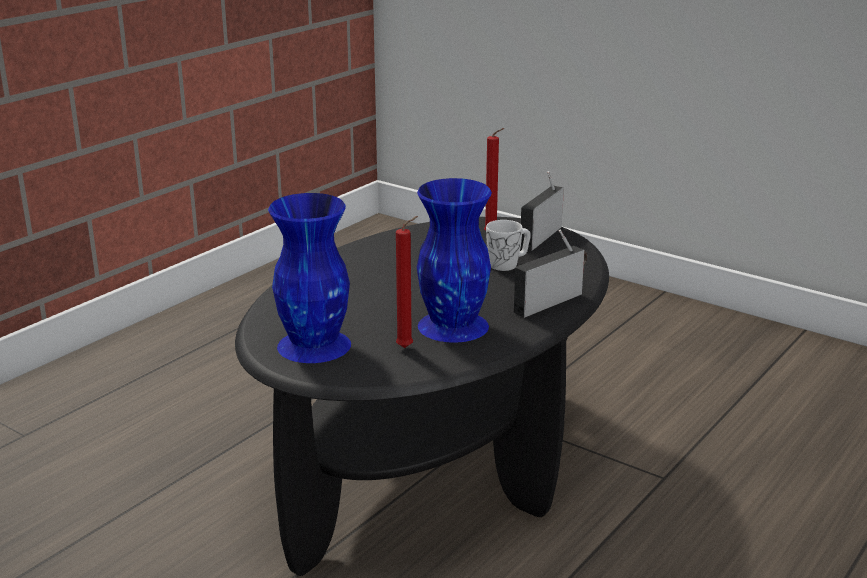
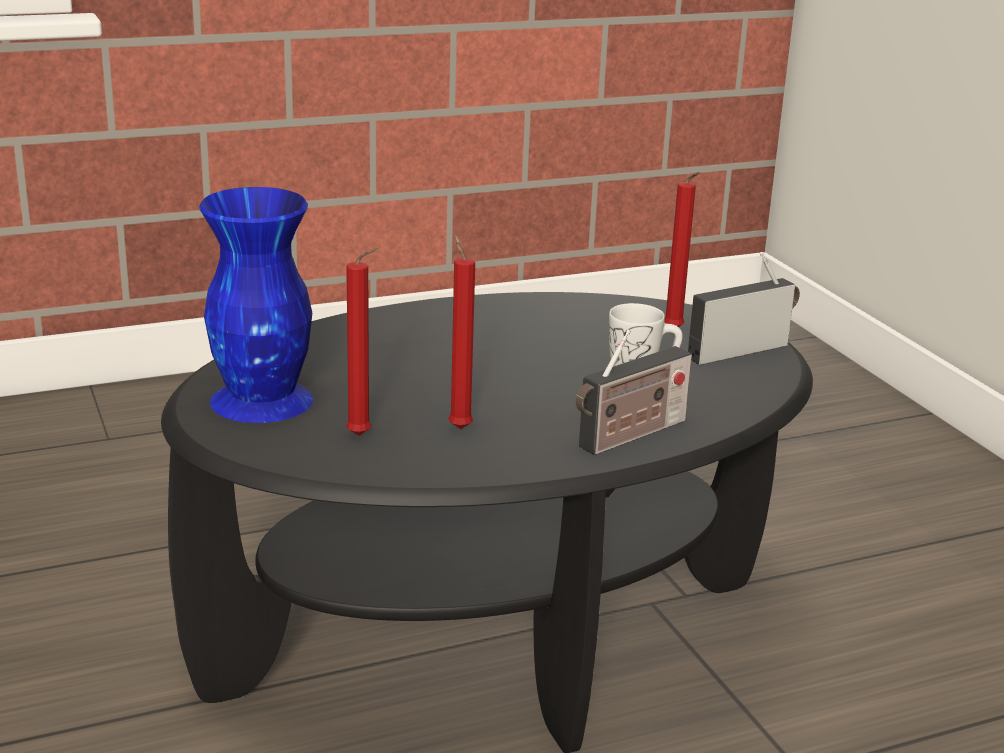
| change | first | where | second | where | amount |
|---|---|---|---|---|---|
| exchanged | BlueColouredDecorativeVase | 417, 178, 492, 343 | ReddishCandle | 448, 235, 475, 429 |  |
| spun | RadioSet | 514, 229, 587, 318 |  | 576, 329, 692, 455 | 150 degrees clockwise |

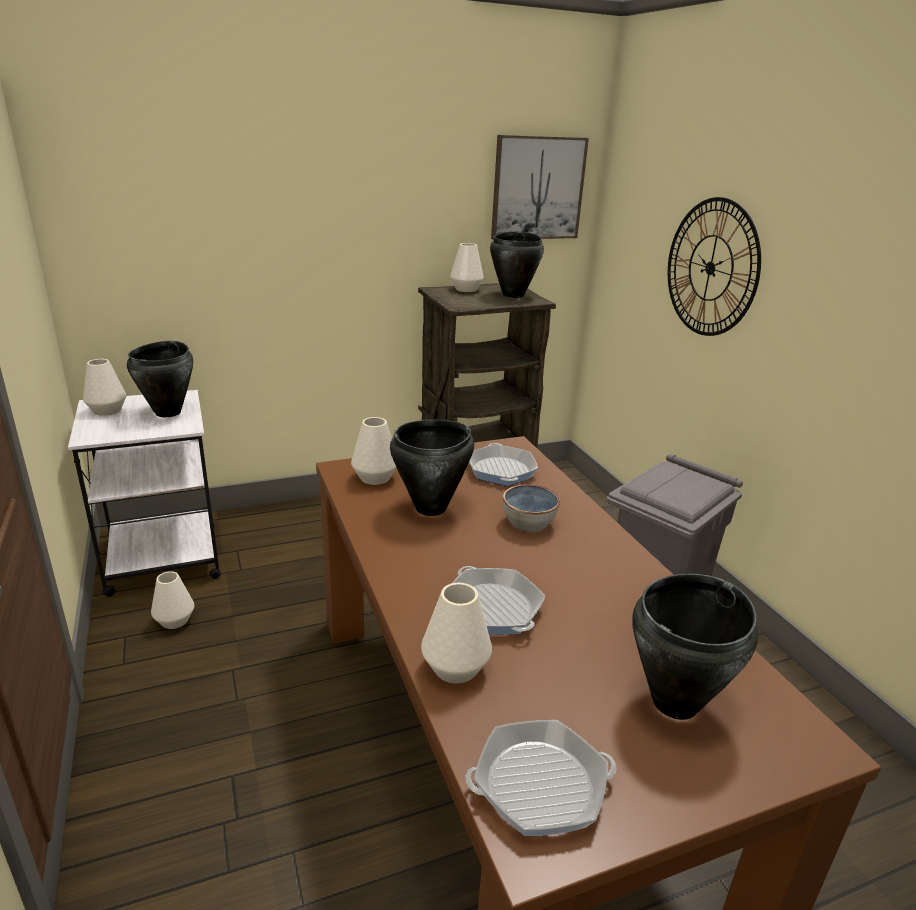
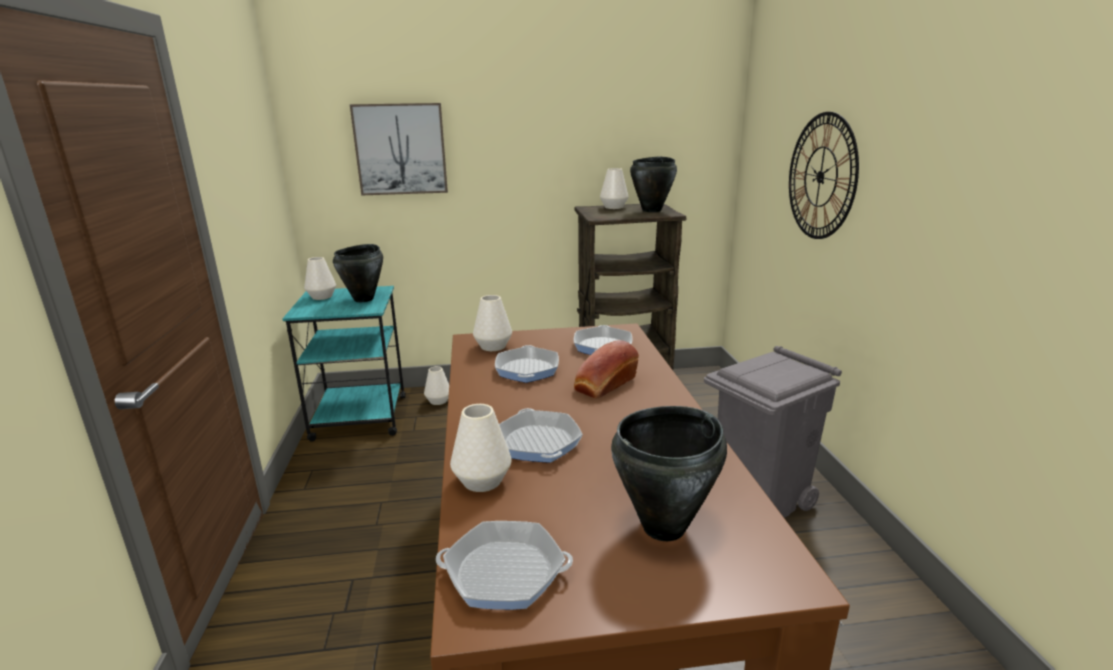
| change | first | where | second | where | amount |
|---|---|---|---|---|---|
| colour | WhiteCart | 68, 390, 221, 597 | TurquoiseCart | 282, 286, 406, 442 |  |
| relocated | WallArt | 491, 135, 589, 240 |  | 350, 103, 448, 195 |  |
| relocated | WhiteDecorativeVase | 151, 571, 194, 629 |  | 424, 366, 449, 405 |  |
| exchanged | BlackCookingPot | 390, 420, 474, 516 | Pan | 495, 345, 559, 383 |  |
| exchanged | ServingBowl | 503, 485, 560, 532 | BakedBread | 574, 340, 639, 398 |  |

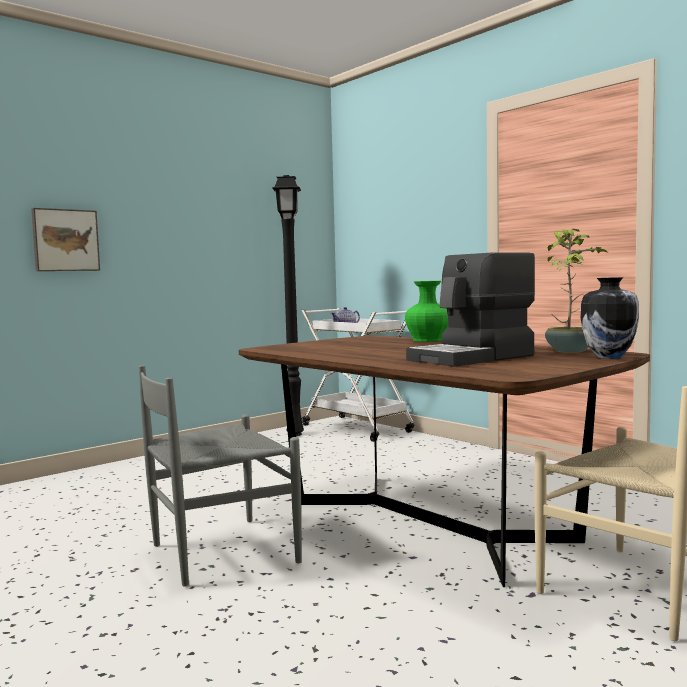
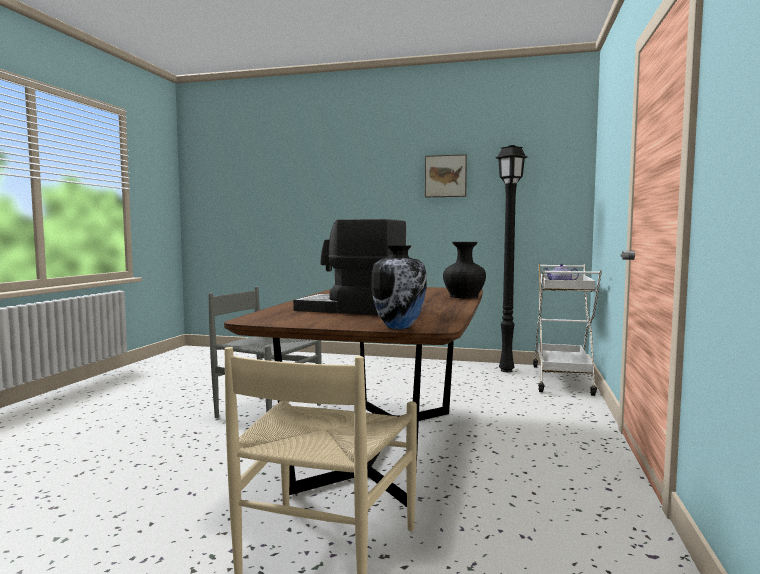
| change | first | where | second | where | amount |
|---|---|---|---|---|---|
| relocated | WallArt | 31, 208, 100, 271 |  | 425, 154, 467, 197 |  |
| colour | GreenColouredDecorativeVase | 405, 281, 448, 342 | BlackDecorativeVase | 443, 242, 486, 298 |  |
| missing | PottedPlant | 545, 229, 607, 353 |  |  |  |

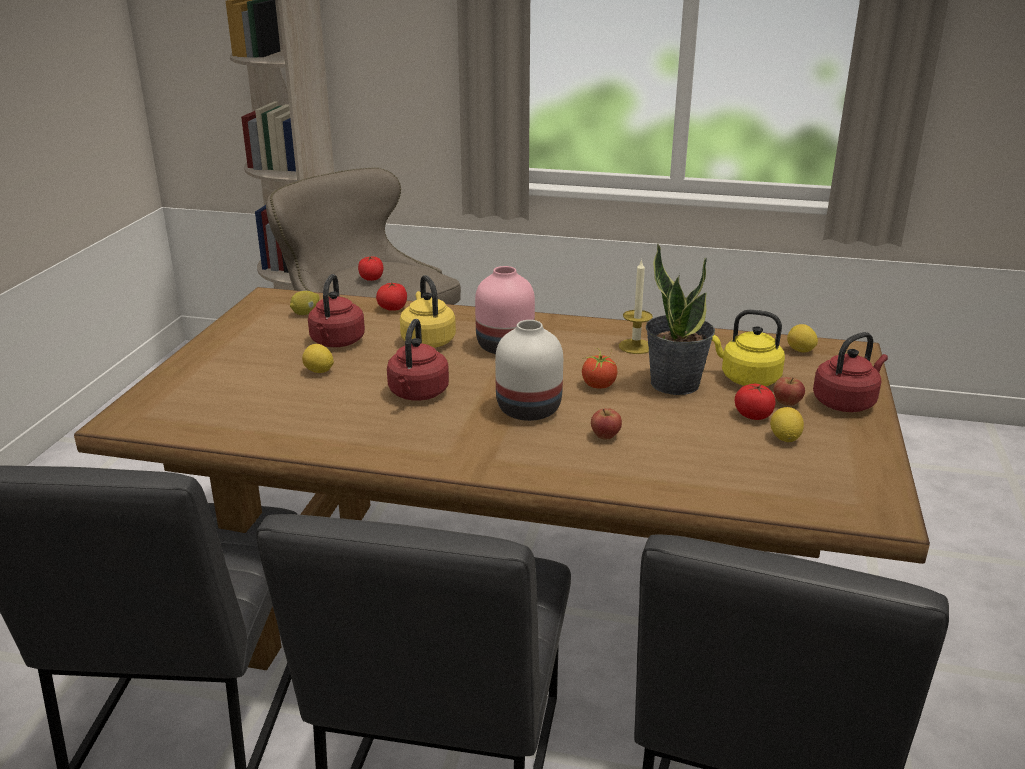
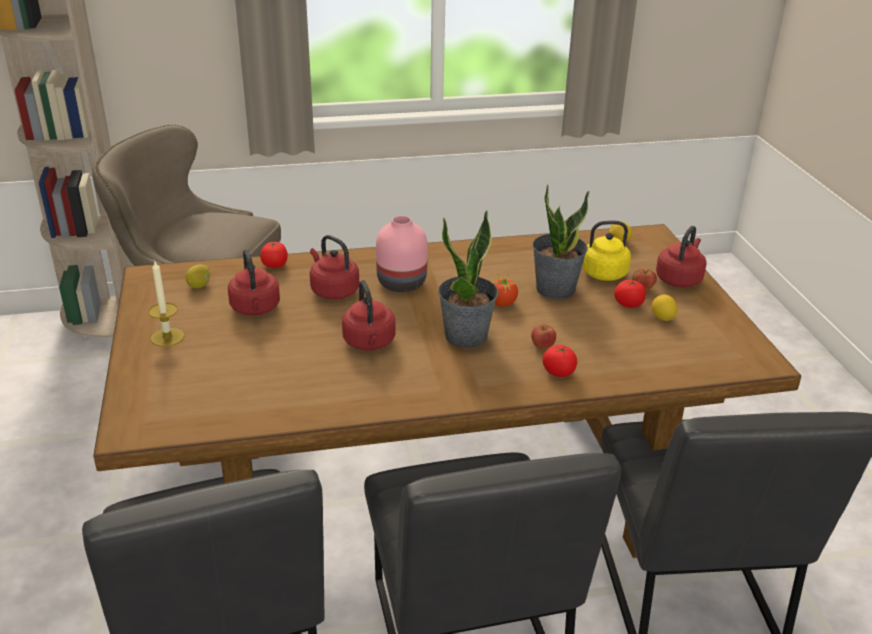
| change | first | where | second | where | amount |
|---|---|---|---|---|---|
| relocated | Candle | 619, 259, 653, 354 |  | 148, 261, 185, 347 |  |
| colour | YellowKettle | 400, 275, 456, 348 | ReddishKettle | 310, 235, 359, 300 |  |
| exchanged | WhiteDecorativeVase | 495, 320, 563, 421 | PottedPlant | 438, 210, 498, 348 |  |
| relocated | Tomato | 358, 256, 383, 281 |  | 542, 345, 577, 377 |  |
| missing | Lemon | 302, 344, 334, 373 |  |  |  |

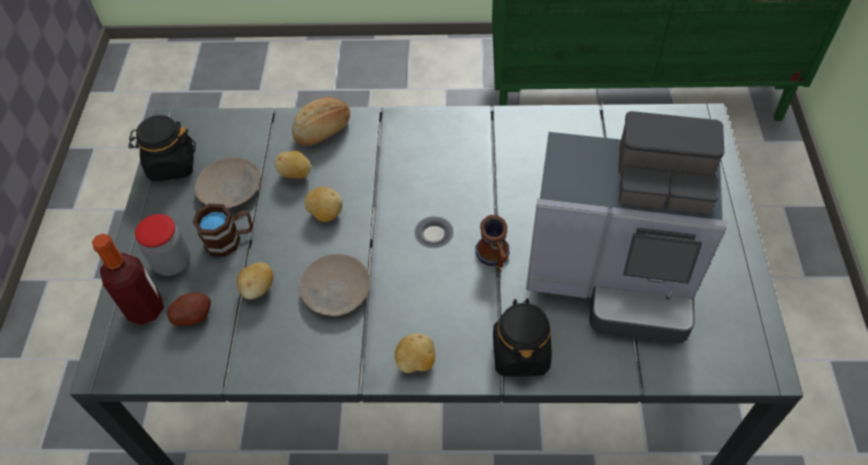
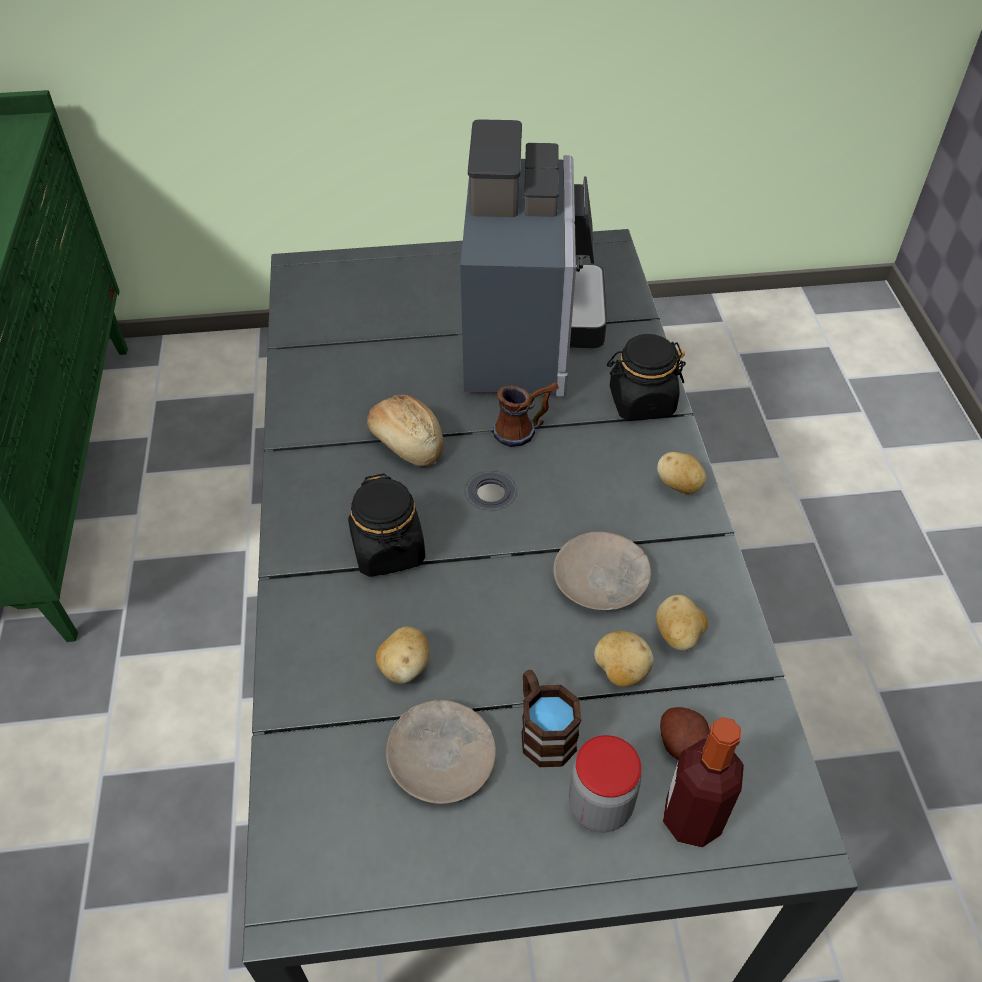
| change | first | where | second | where | amount |
|---|---|---|---|---|---|
| relocated | BlackPreserveJar | 128, 115, 196, 181 |  | 348, 473, 425, 577 |  |
| relocated | BakedBread | 292, 97, 350, 146 |  | 367, 395, 443, 466 |  |
| relocated | WholePotato | 304, 187, 343, 222 |  | 656, 595, 708, 651 |  |

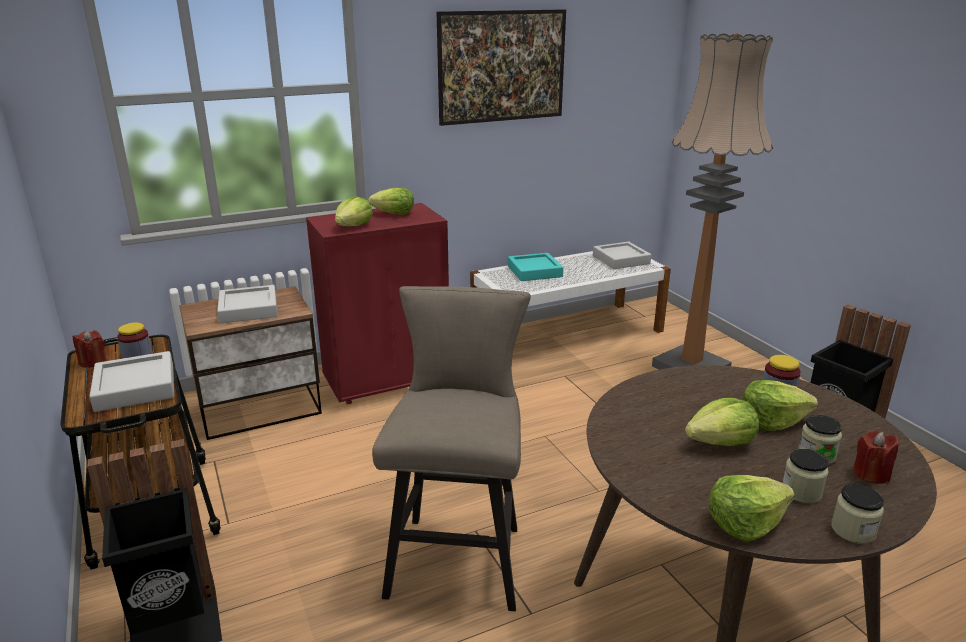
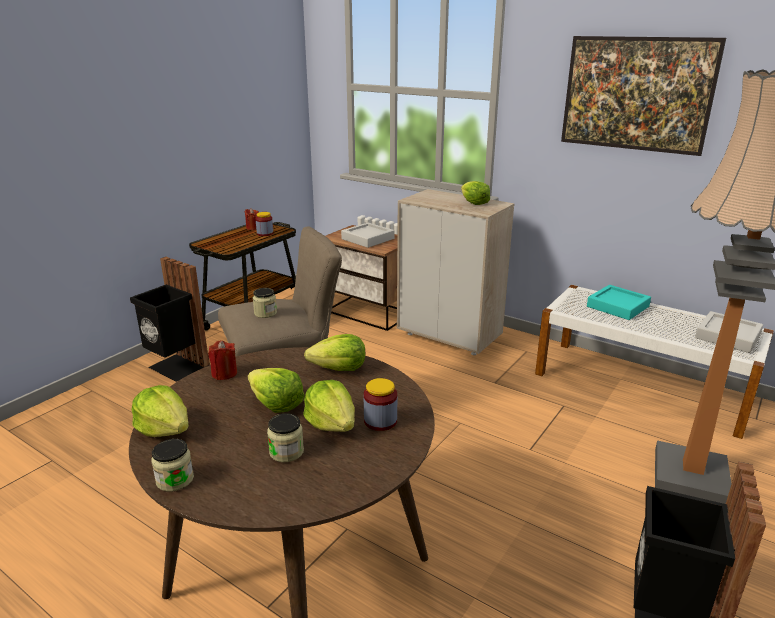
| change | first | where | second | where | amount |
|---|---|---|---|---|---|
| relocated | ReddishCandle | 853, 430, 899, 484 |  | 208, 341, 237, 380 |  |
| relocated | PreserveJar | 782, 449, 829, 504 |  | 253, 288, 277, 318 |  |
| relocated | LettuceHead | 335, 197, 373, 226 |  | 304, 334, 365, 371 |  |
| colour | ReddishStorageCabinet | 306, 203, 449, 404 | BeigeColouredStorageCabinet | 397, 189, 515, 355 |  |
| missing | GreyishTray | 90, 351, 174, 412 |  |  |  |

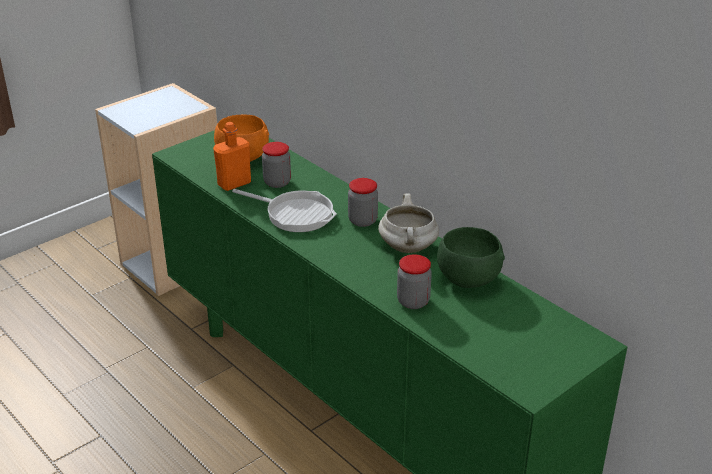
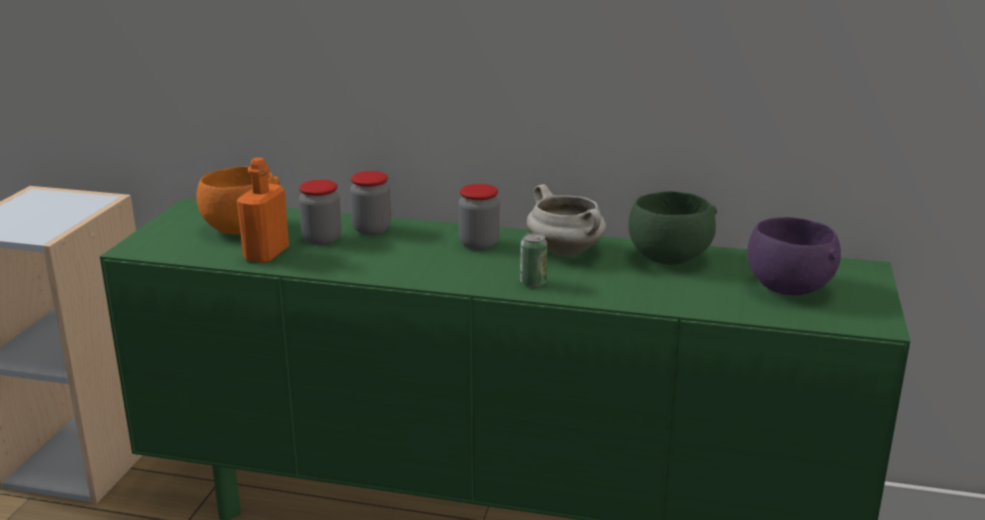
| change | first | where | second | where | amount |
|---|---|---|---|---|---|
| relocated | PreserveJar | 397, 254, 432, 309 |  | 350, 171, 391, 235 |  |
| appeared |  |  | MetalCan | 520, 233, 547, 287 |  |
| appeared |  |  | PurplishServingBowl | 747, 217, 841, 295 |  |
| missing | Pan | 232, 189, 337, 232 |  |  |  |

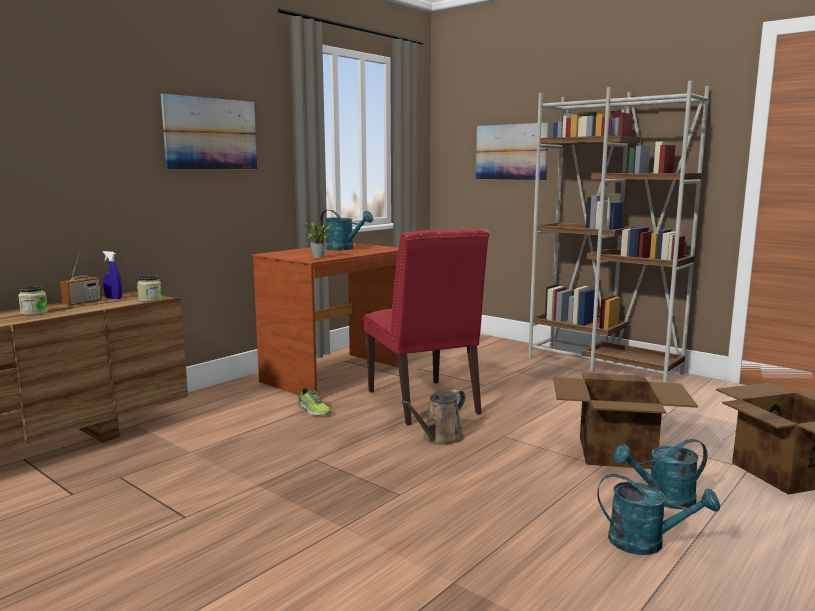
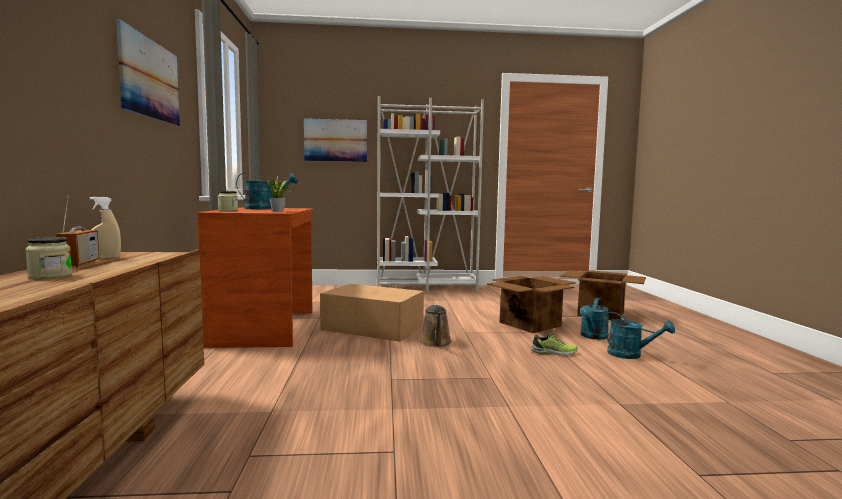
| change | first | where | second | where | amount |
|---|---|---|---|---|---|
| colour | BlueColouredSprayBottle | 102, 251, 122, 299 | BeigeColouredSprayBottle | 90, 197, 121, 259 |  |
| relocated | PreserveJar | 137, 275, 162, 302 |  | 218, 191, 238, 211 |  |
| exchanged | ReddishPlainChair | 364, 228, 490, 426 | Carton | 320, 284, 424, 342 |  |
| colour | BrownBookshelf | 528, 80, 710, 383 | WhiteBookshelf | 377, 96, 484, 292 |  |
| relocated | Shoe | 298, 388, 332, 416 |  | 531, 333, 578, 356 |  |
| spun | TurquoiseWateringCan | 597, 474, 720, 555 |  | 601, 312, 675, 359 | 60 degrees clockwise |

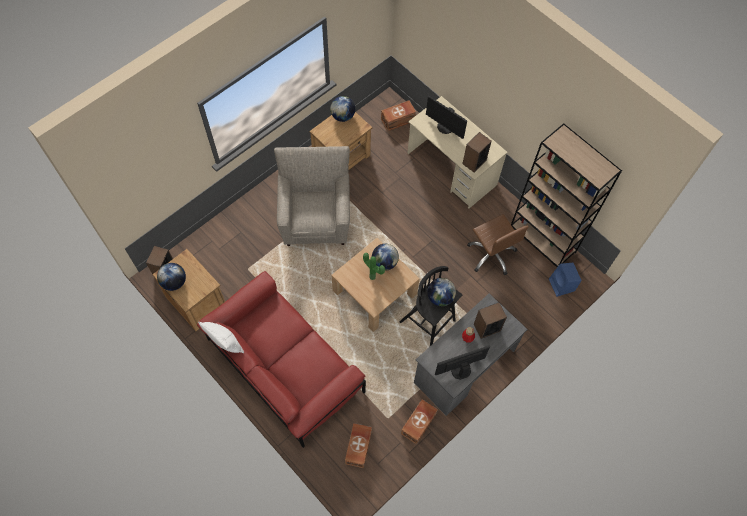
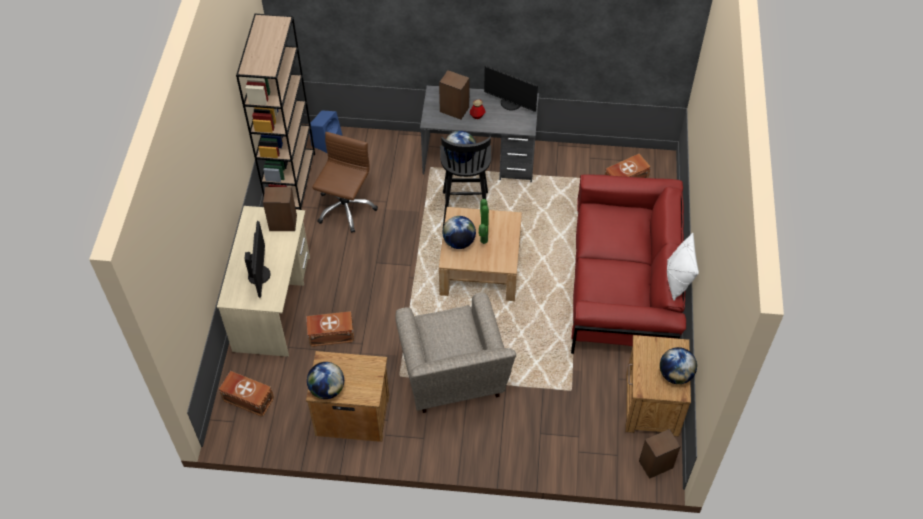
| change | first | where | second | where | amount |
|---|---|---|---|---|---|
| relocated | BrownStorageBox | 401, 399, 438, 444 |  | 306, 311, 354, 347 |  |
| spun | BeigeColouredArmchair | 274, 146, 350, 246 |  | 395, 292, 516, 413 | 60 degrees counterclockwise |

